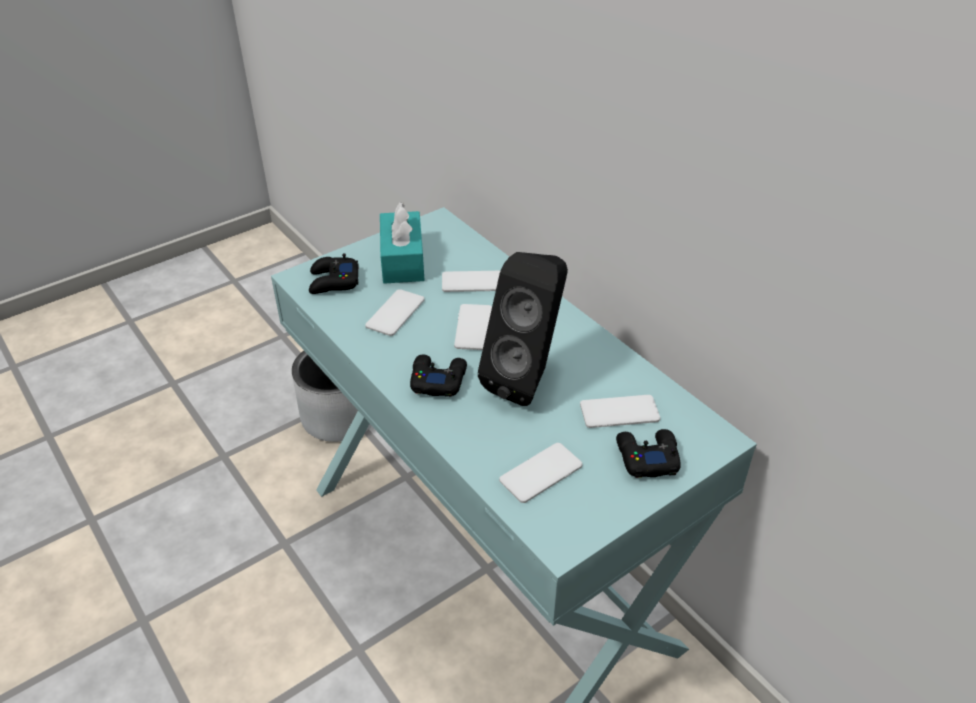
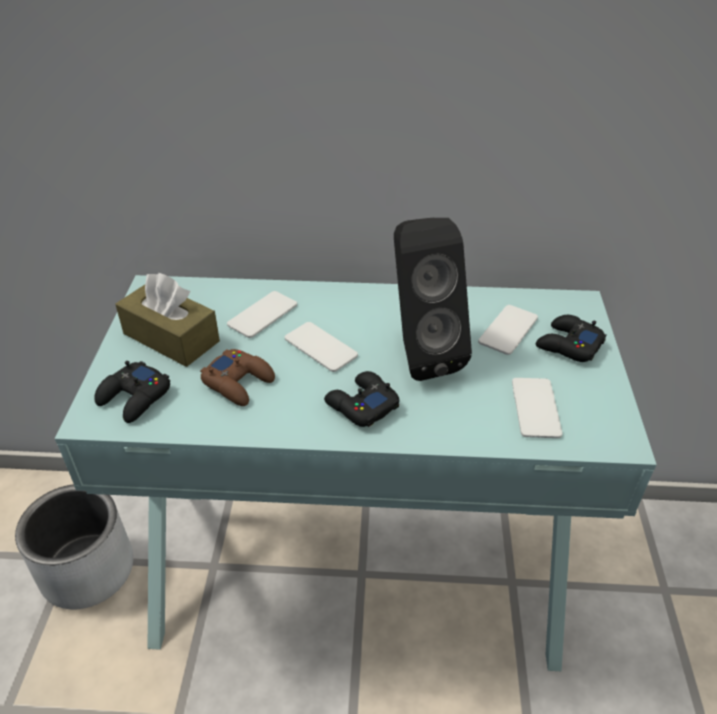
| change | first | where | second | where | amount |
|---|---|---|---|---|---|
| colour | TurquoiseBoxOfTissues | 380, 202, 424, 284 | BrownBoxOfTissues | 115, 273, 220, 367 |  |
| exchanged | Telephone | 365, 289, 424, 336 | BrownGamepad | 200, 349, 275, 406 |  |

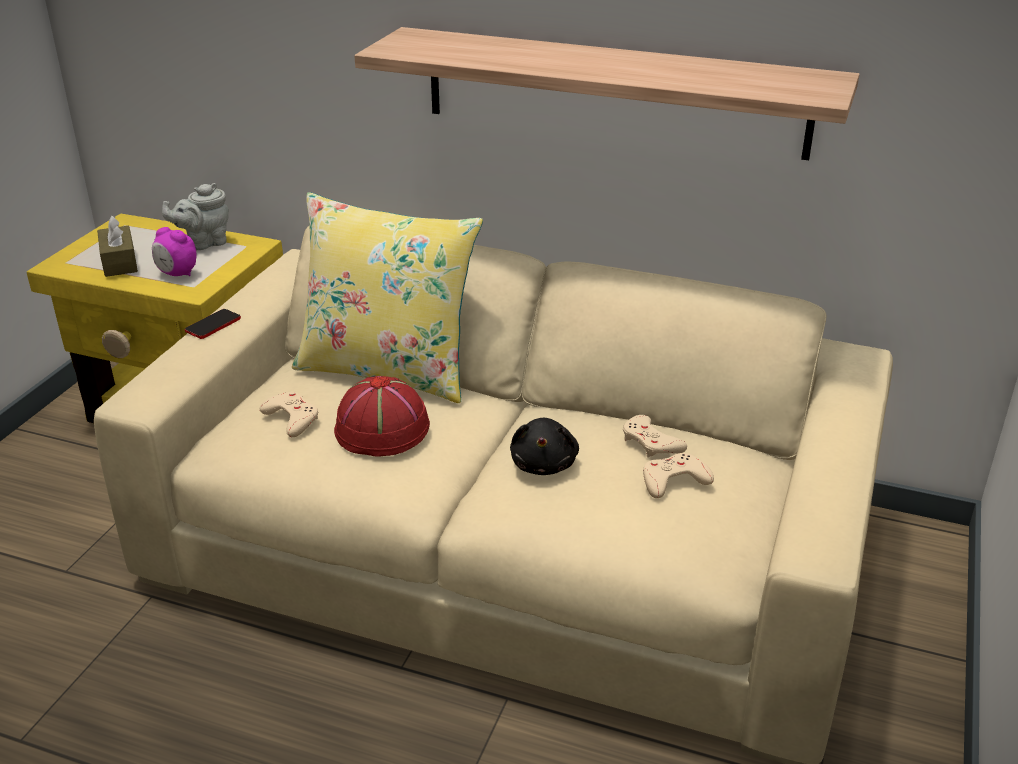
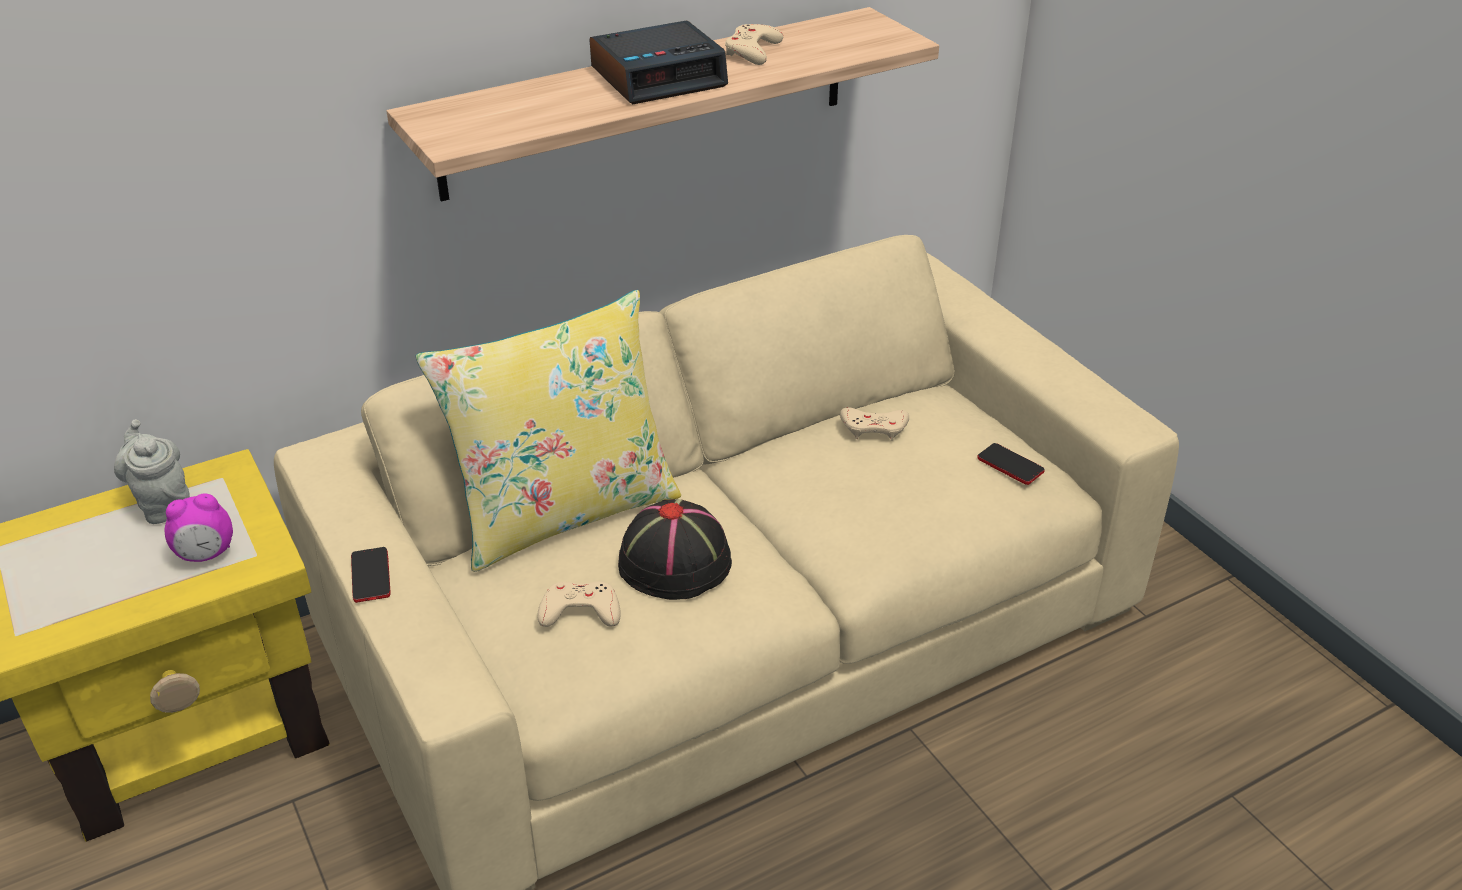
| change | first | where | second | where | amount |
|---|---|---|---|---|---|
| spun | GreyishTeapot | 162, 183, 229, 250 |  | 114, 419, 190, 524 | 135 degrees clockwise |
| appeared |  |  | AlarmClock | 589, 21, 728, 104 |  |
| colour | ReddishWearableHat | 334, 376, 430, 456 | BlackWearableHat | 618, 499, 732, 600 |  |
| relocated | BeigeColouredGamepad | 643, 453, 714, 498 |  | 725, 24, 783, 65 |  |
| appeared |  |  | Telephone | 977, 443, 1045, 485 |  |
| missing | BrownBoxOfTissues | 97, 216, 138, 277 |  |  |  |
| missing | BlackCuddlyToy | 510, 418, 579, 475 |  |  |  |

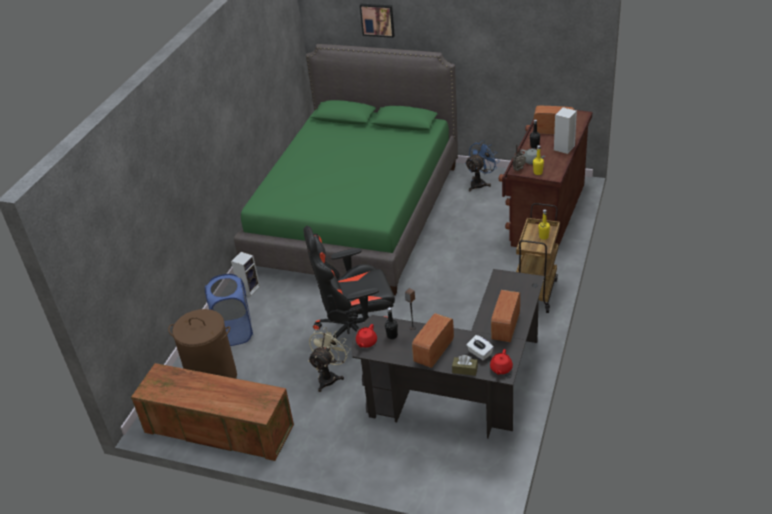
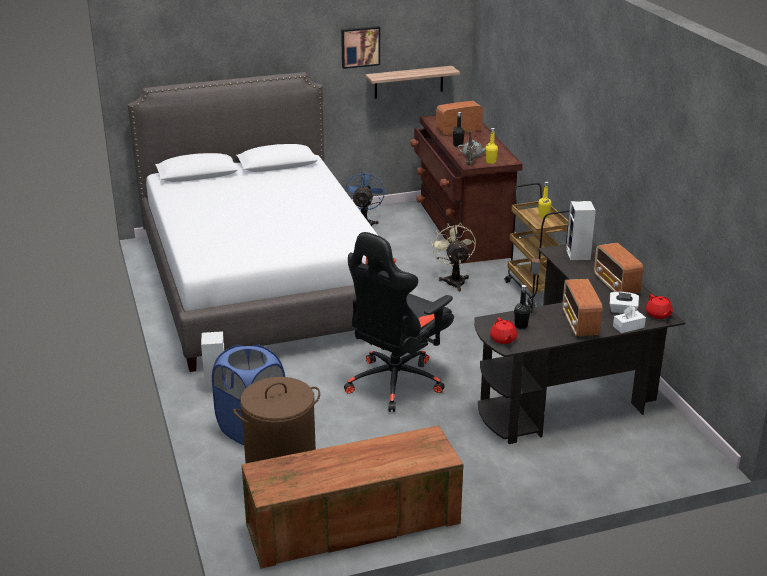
| change | first | where | second | where | amount |
|---|---|---|---|---|---|
| colour | GreenColouredBedroomBed | 234, 44, 458, 296 | WhiteBedroomBed | 128, 72, 378, 372 |  |
| relocated | WallArt | 360, 4, 395, 38 |  | 341, 26, 380, 69 |  |
| appeared |  |  | WallShelf | 365, 66, 460, 99 |  |
| relocated | BeigeColouredFan | 308, 327, 350, 392 |  | 431, 223, 476, 291 |  |
| relocated | Speaker | 554, 107, 577, 154 |  | 566, 201, 596, 260 |  |
| colour | BrownBoxOfTissues | 452, 355, 478, 376 | WhiteBoxOfTissues | 613, 306, 646, 333 |  |

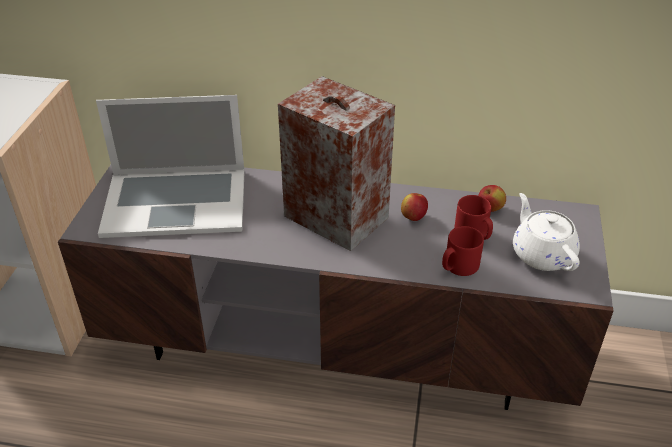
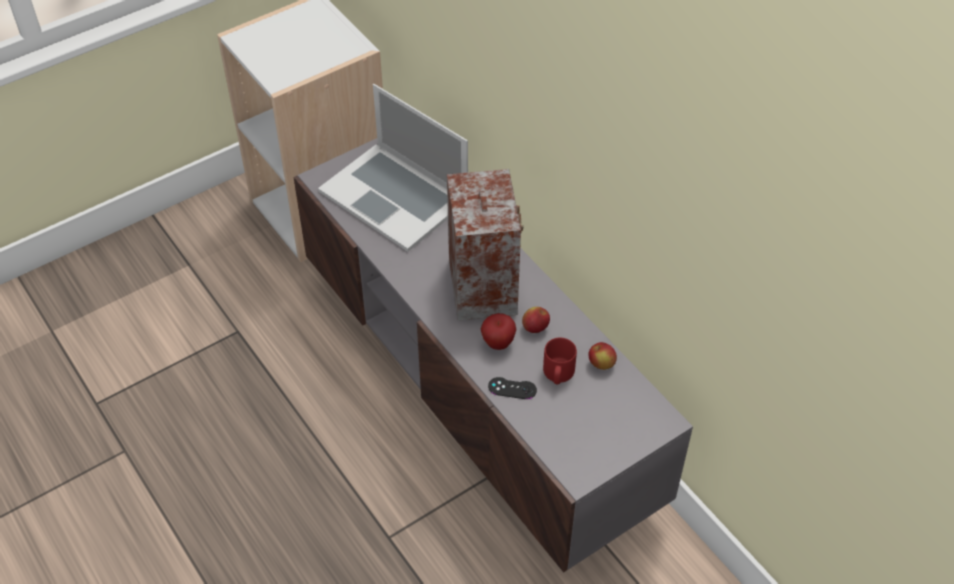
| change | first | where | second | where | amount |
|---|---|---|---|---|---|
| appeared |  |  | WholeApple | 481, 313, 516, 350 |  |
| exchanged | ReddishTeaMug | 442, 226, 484, 276 | BlackGamepad | 488, 377, 537, 399 |  |
| missing | WhiteTeapot | 513, 193, 580, 271 |  |  |  |

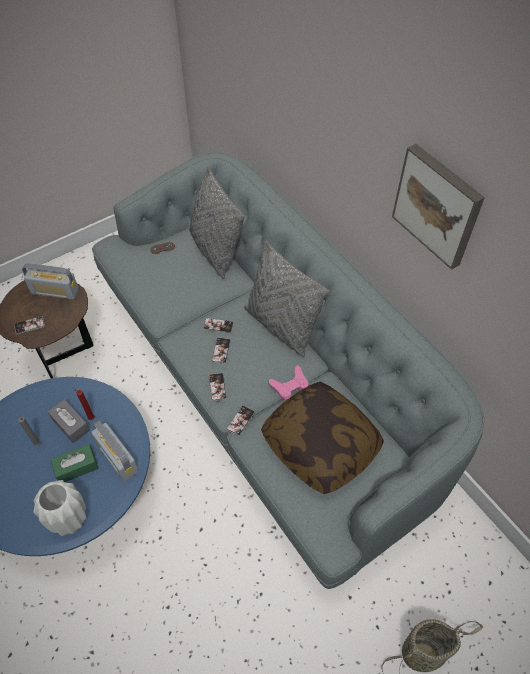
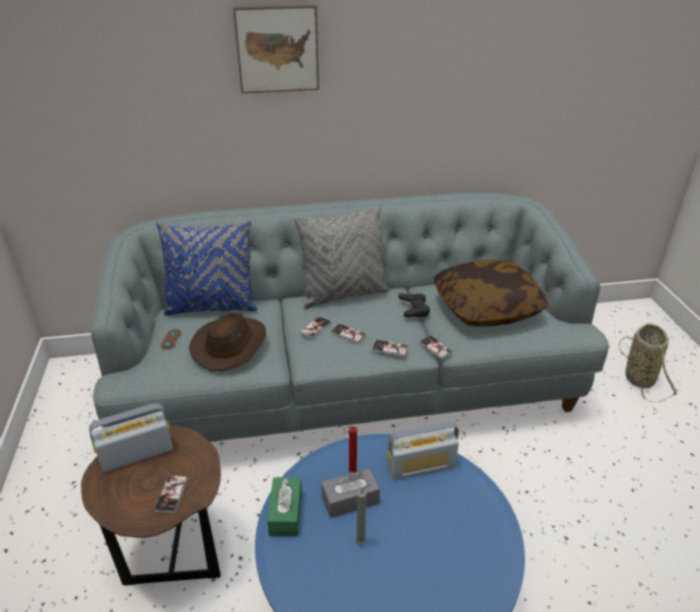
| change | first | where | second | where | amount |
|---|---|---|---|---|---|
| spun | RadioSet | 22, 263, 79, 300 |  | 89, 403, 173, 472 | 150 degrees counterclockwise |
| colour | GreyishPillow | 189, 166, 245, 279 | BlueColouredPillow | 157, 221, 257, 316 |  |
| appeared |  |  | BrownWearableHat | 189, 313, 266, 371 |  |
| relocated | WallArt | 392, 144, 485, 270 |  | 233, 4, 319, 93 |  |
| relocated | GreenColouredBoxOfTissues | 50, 444, 99, 482 |  | 267, 477, 302, 536 |  |
| colour | PinkishGamepad | 269, 365, 309, 400 | BlackGamepad | 398, 294, 430, 317 |  |
| missing | WhiteDecorativeVase | 33, 480, 86, 536 |  |  |  |

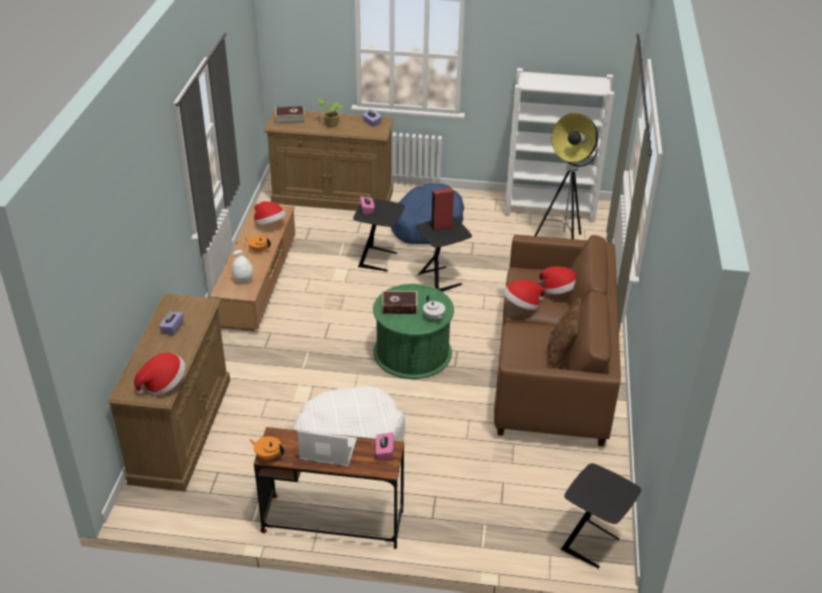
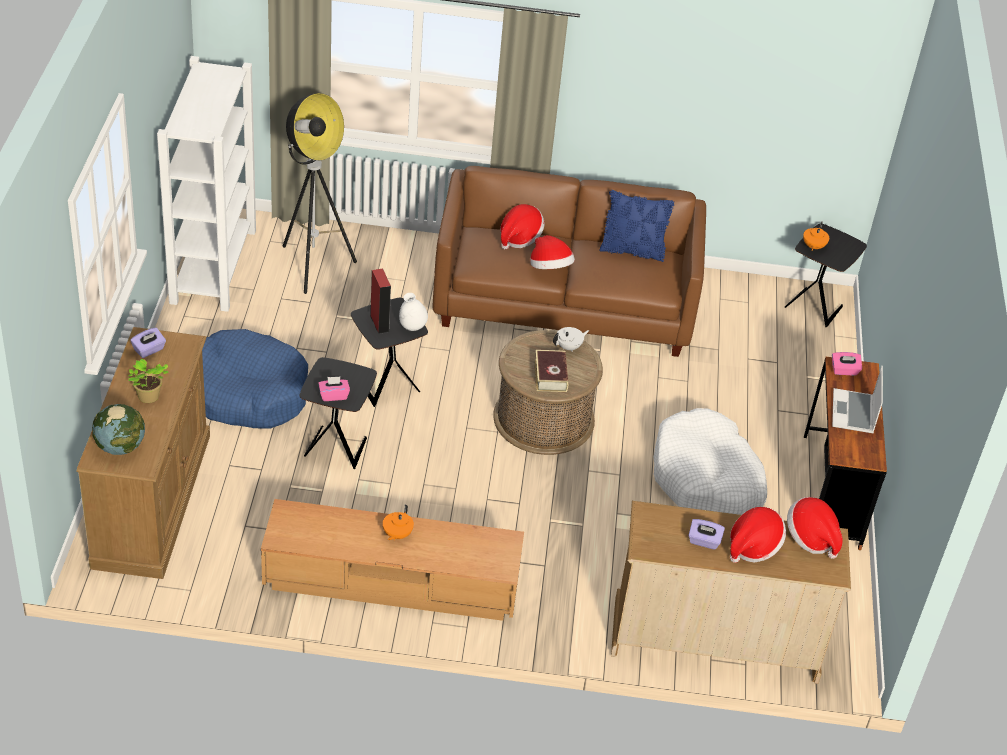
| change | first | where | second | where | amount |
|---|---|---|---|---|---|
| exchanged | Volume | 275, 106, 305, 125 | WorldGlobe | 92, 404, 145, 455 |  |
| relocated | WhiteDecorativeVase | 232, 250, 253, 283 |  | 399, 293, 428, 331 |  |
| colour | GreenColouredLoungeTable | 373, 284, 454, 379 | BrownLoungeTable | 493, 330, 603, 455 |  |
| colour | BrownPillow | 548, 297, 581, 369 | BlueColouredPillow | 600, 190, 674, 262 |  |
| relocated | WearableHat | 254, 201, 286, 225 |  | 730, 507, 786, 563 |  |
| relocated | OrangeyTeapot | 249, 436, 284, 460 |  | 803, 221, 829, 250 |  |

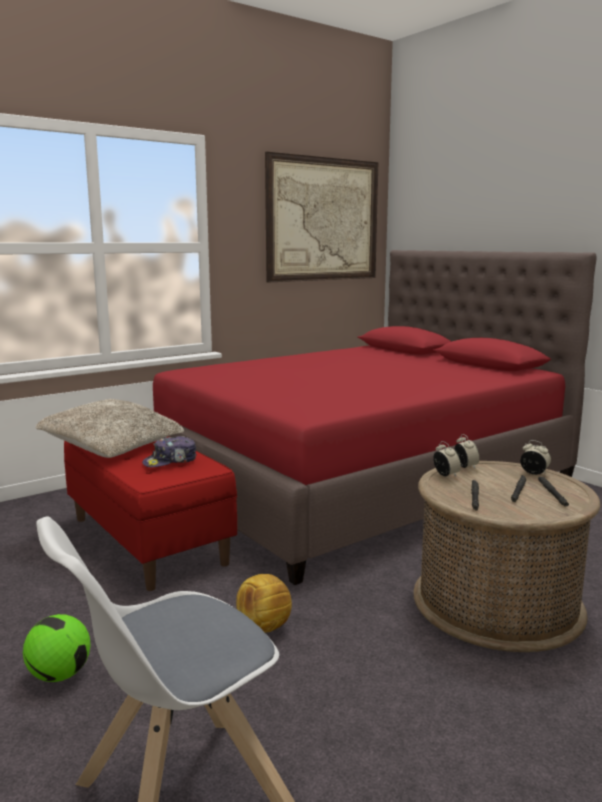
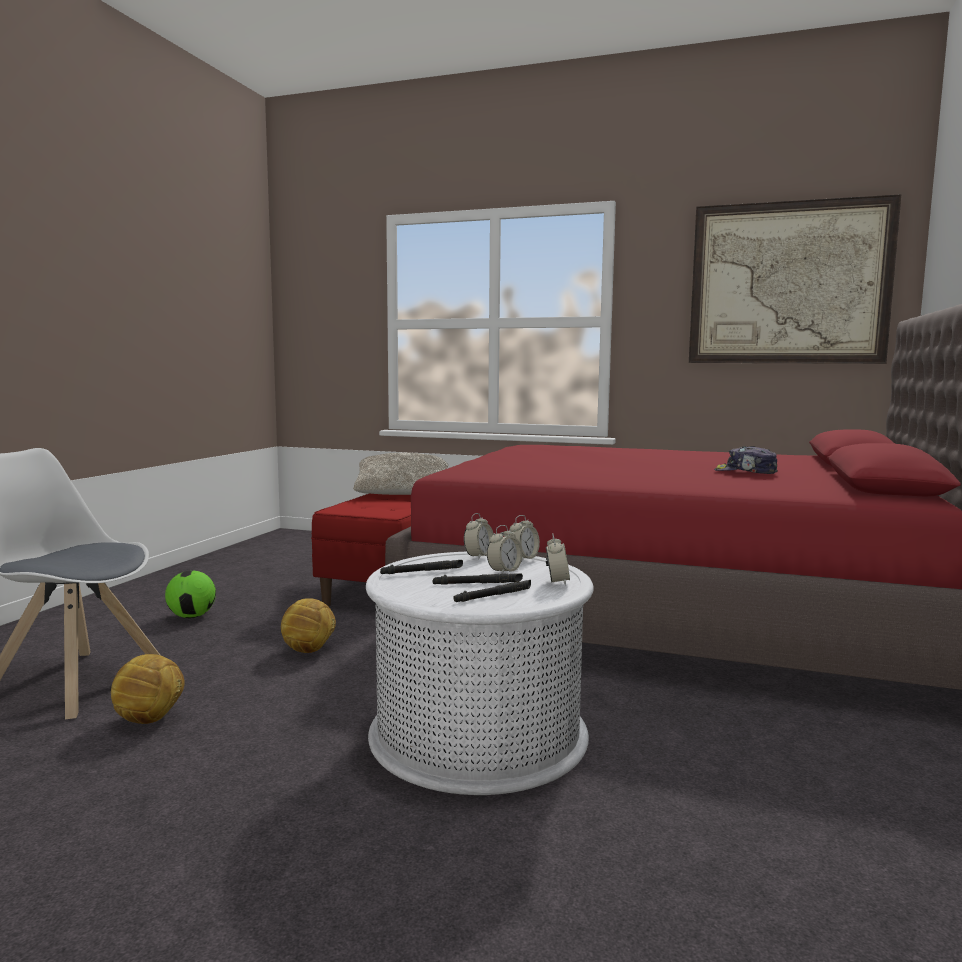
| change | first | where | second | where | amount |
|---|---|---|---|---|---|
| appeared |  |  | BallForFootball | 111, 654, 185, 724 |  |
| colour | BrownLoungeTable | 413, 461, 601, 652 | WhiteLoungeTable | 366, 552, 594, 795 |  |
| appeared |  |  | AlarmClock | 487, 525, 522, 574 |  |
| relocated | PeakedCap | 142, 436, 196, 467 |  | 714, 446, 777, 474 |  |

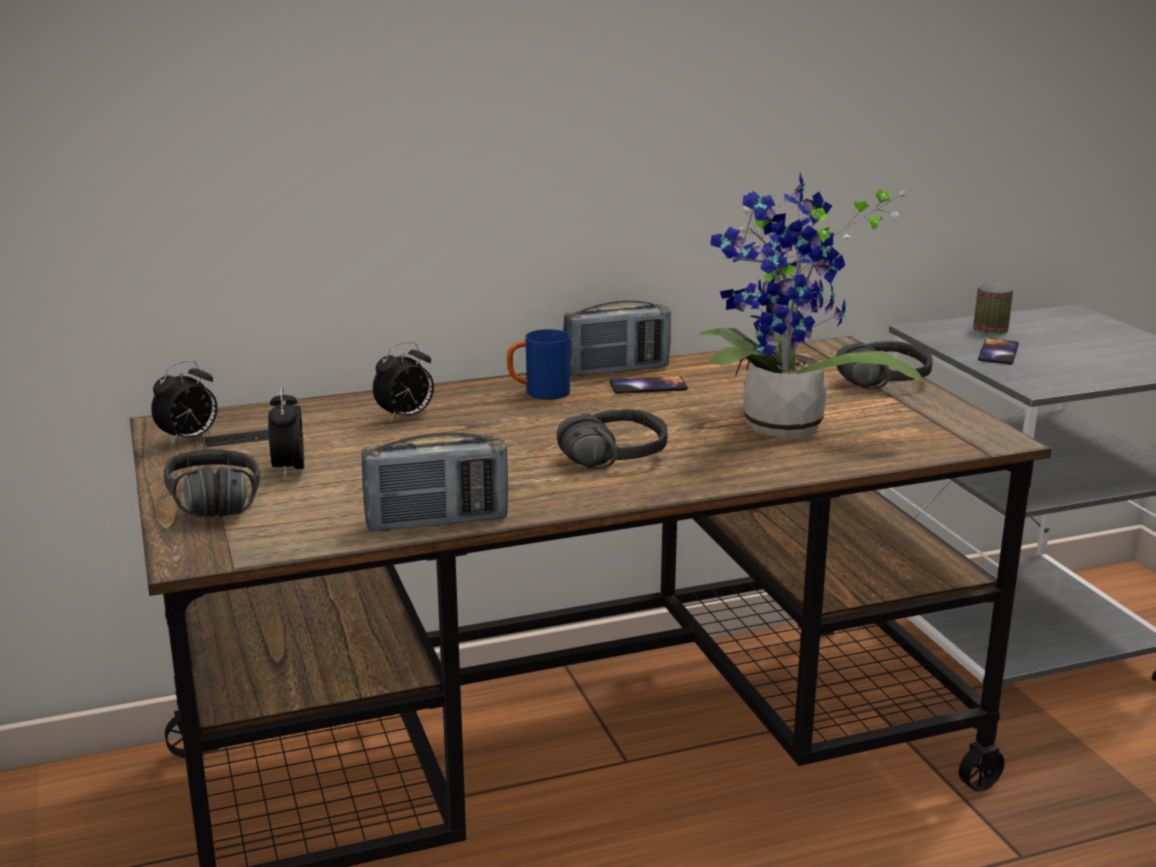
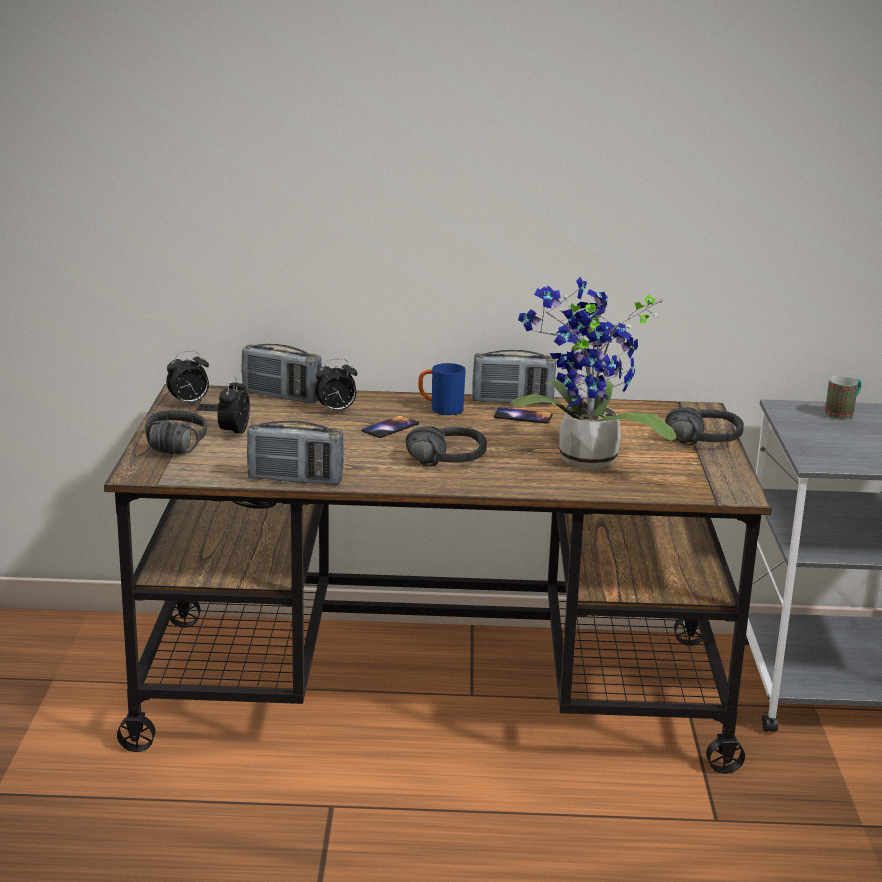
| change | first | where | second | where | amount |
|---|---|---|---|---|---|
| appeared |  |  | RadioSet | 241, 344, 322, 403 |  |
| relocated | Telephone | 978, 338, 1019, 364 |  | 362, 415, 419, 438 |  |

